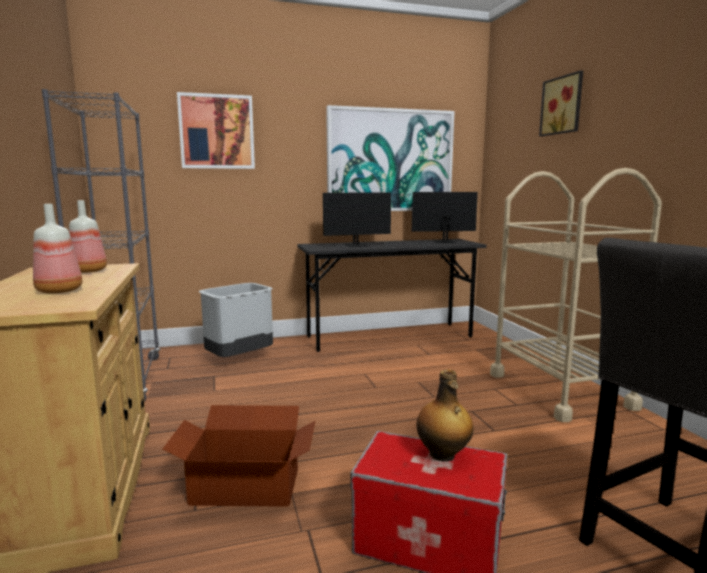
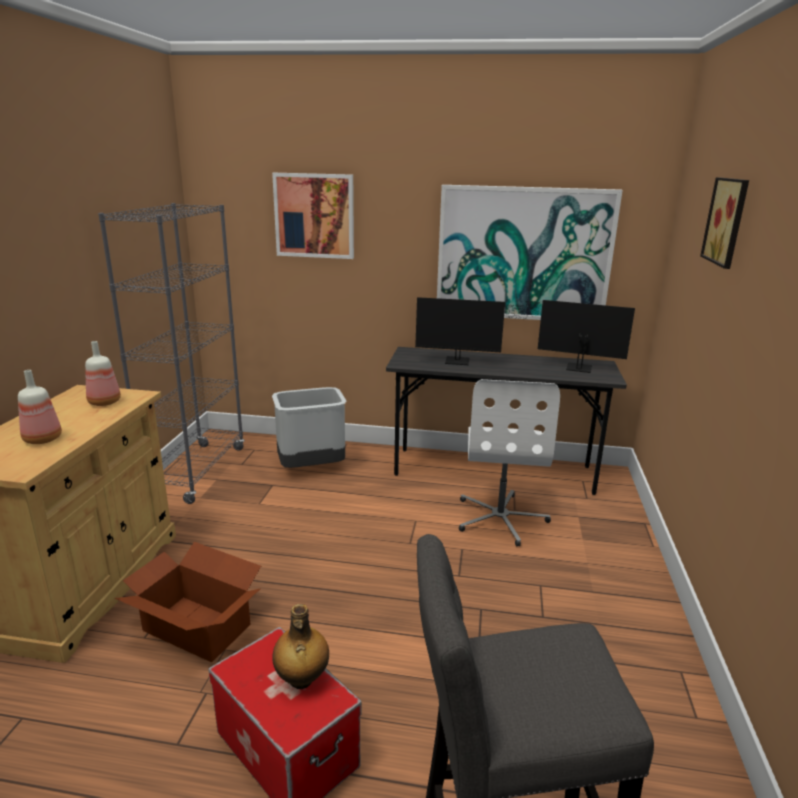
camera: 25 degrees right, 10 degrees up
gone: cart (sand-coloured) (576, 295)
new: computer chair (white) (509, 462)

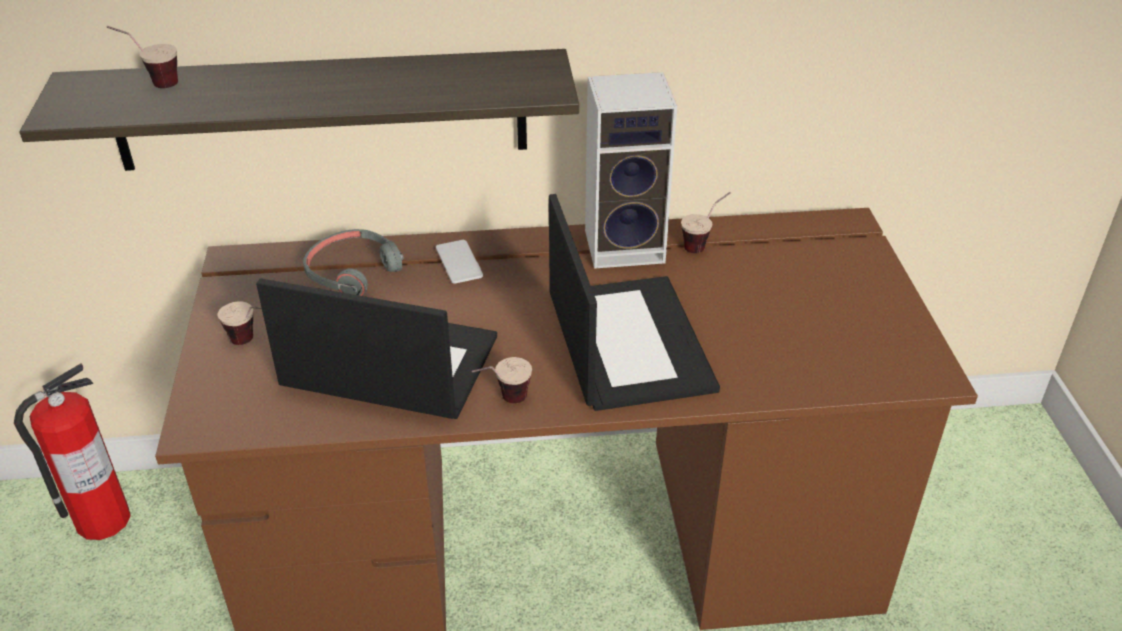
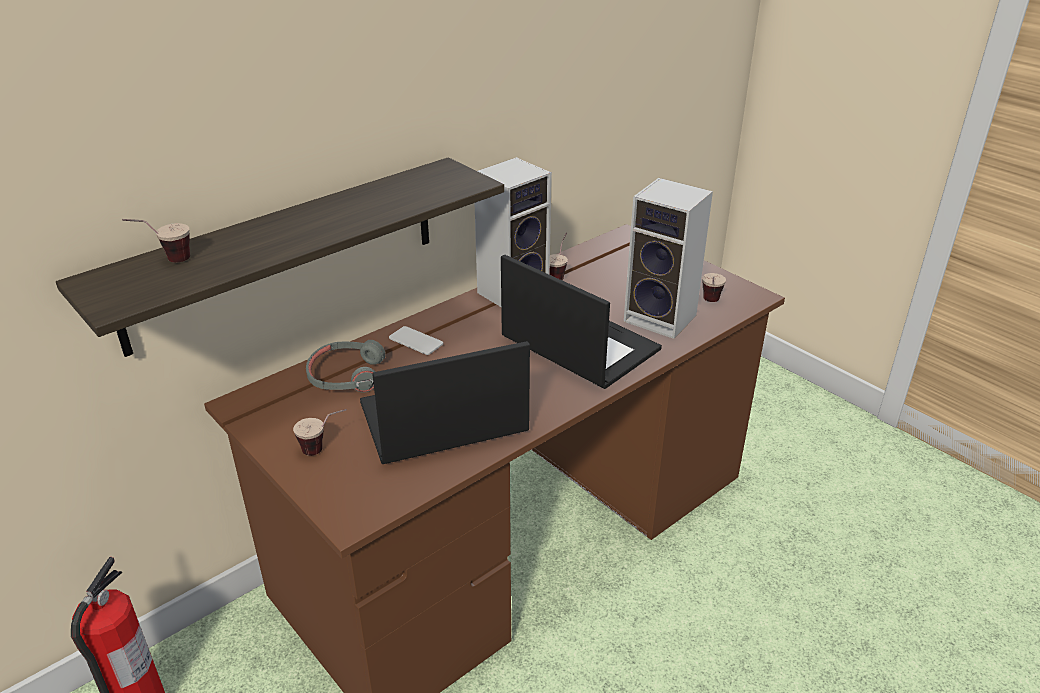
camera: 35 degrees left, 5 degrees down
new: loudspeaker (668, 258)
shifted: cup (502, 380) to (714, 287)

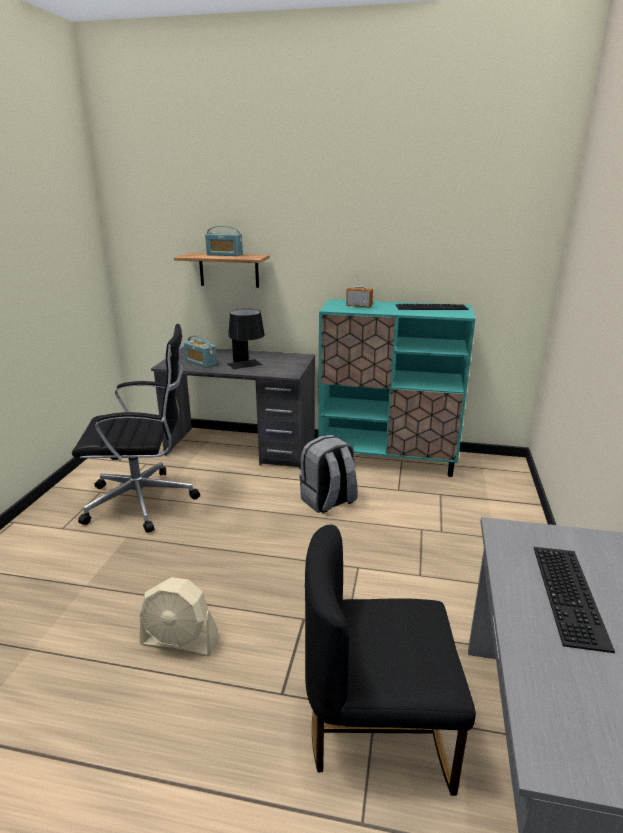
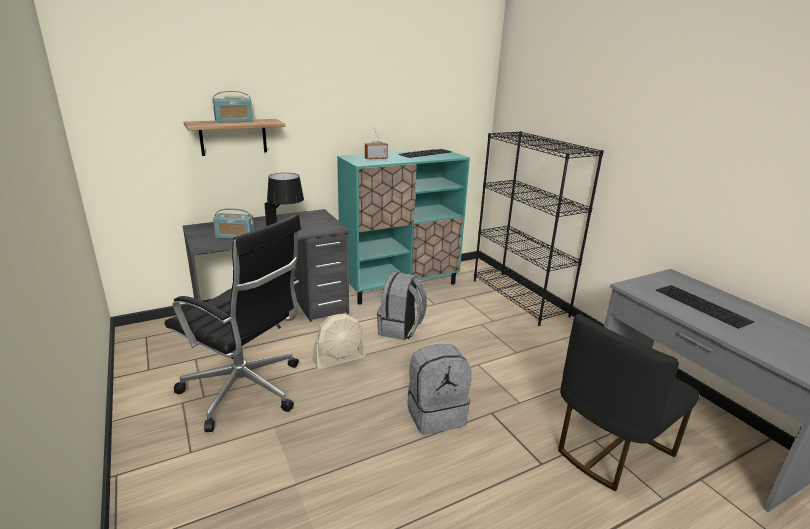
camera: 40 degrees left, 0 degrees up
new: knapsack (gray) (439, 389); shelving unit (black-coloured) (539, 228)
shifted: fan (sand-coloured) (179, 616) to (339, 341)
rotated: computer chair (black-coloured) (136, 428) = (233, 323) 75 degrees clockwise

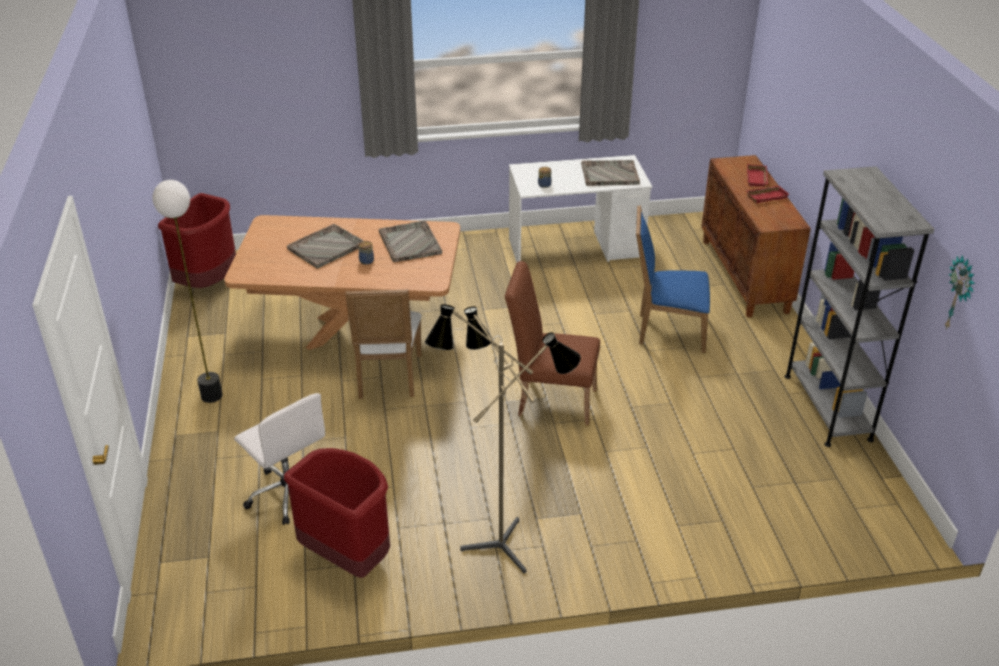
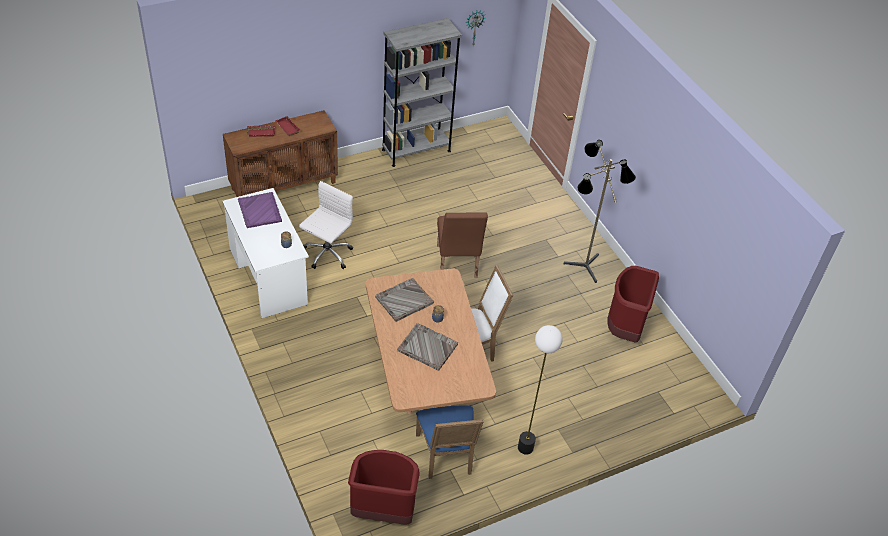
camera: 110 degrees left, 10 degrees up
shifted: computer chair (white) (279, 459) to (326, 225); upright chair (bluish) (673, 279) to (450, 442)
repainted: serving tray (gray) (610, 173) to serving tray (purple-coloured) (260, 210)

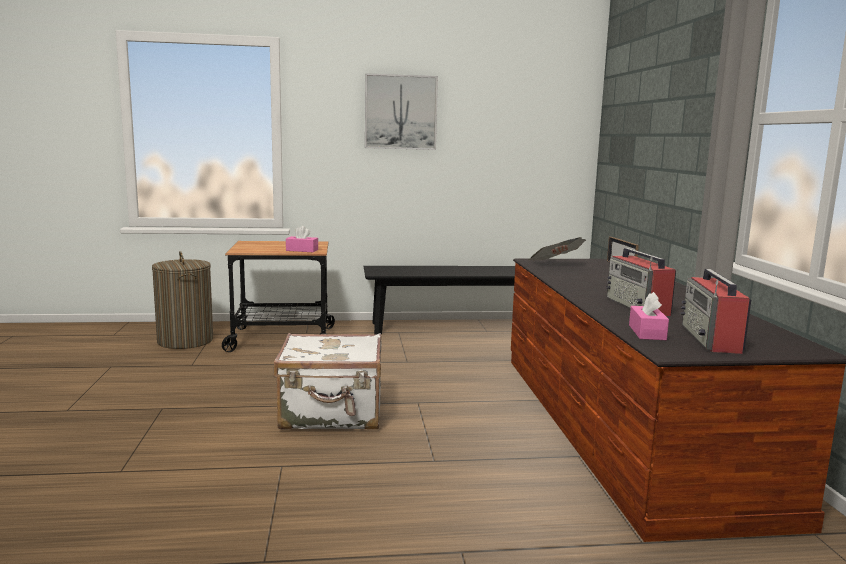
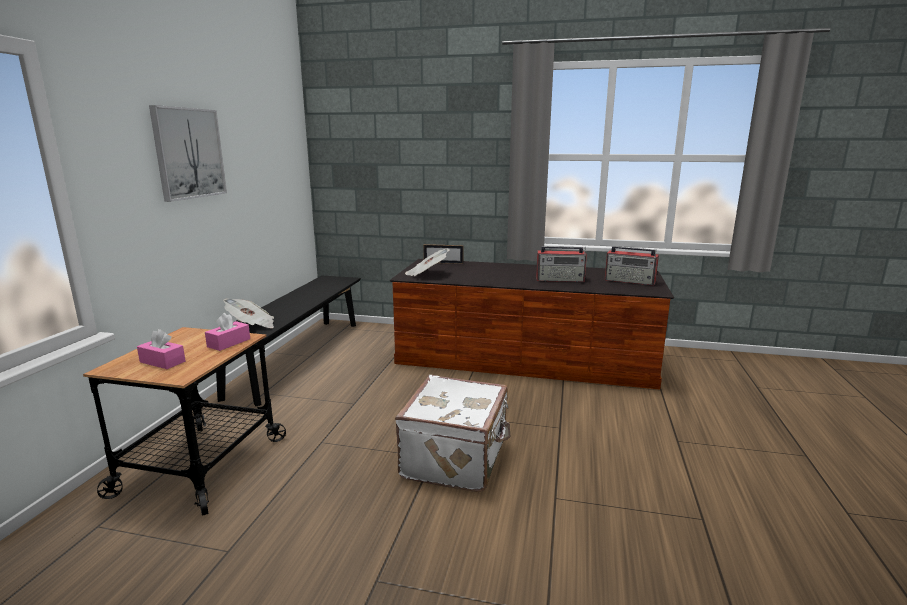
camera: 70 degrees left, 5 degrees up
gone: washing basket (182, 300)
new: printed paper (248, 313)
shifted: tissue holder (pink-coloured) (649, 316) to (161, 349)

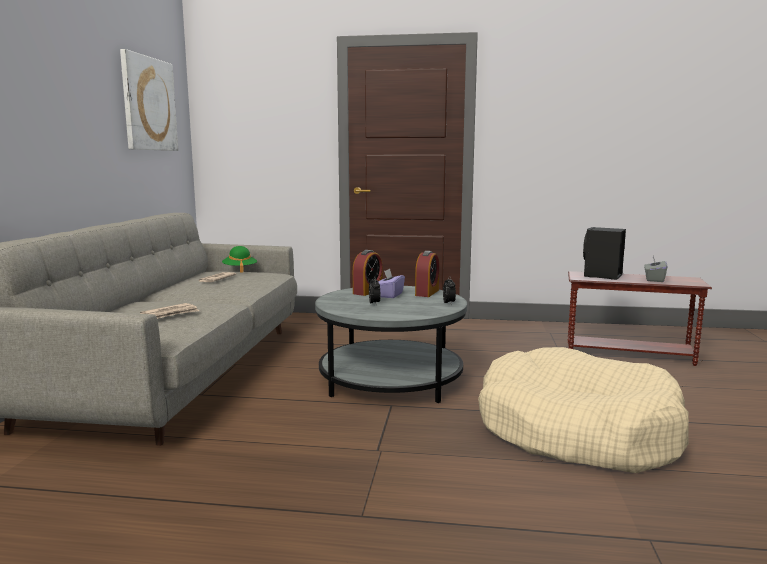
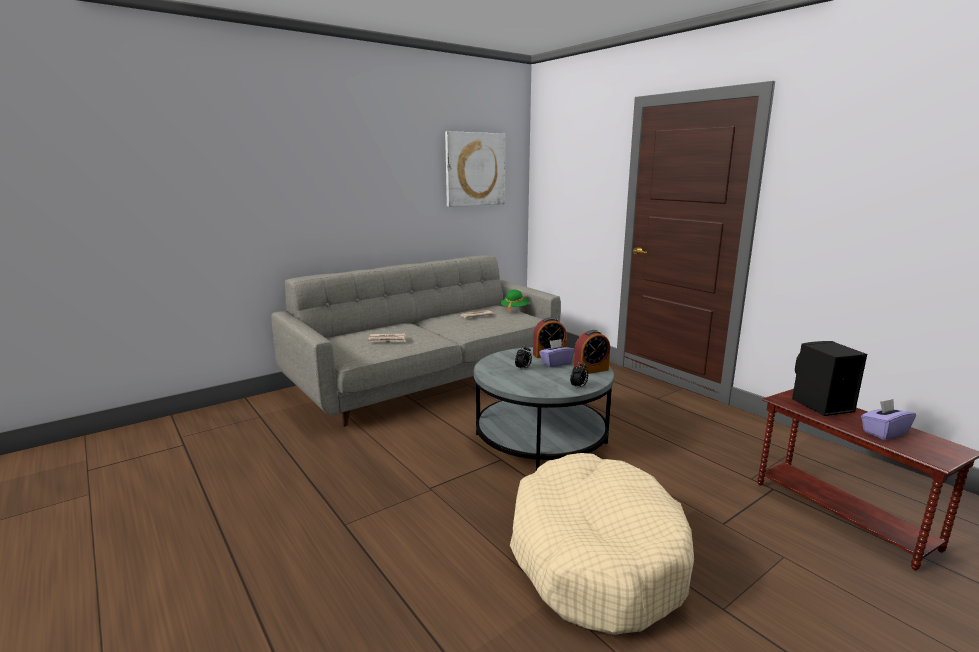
camera: 45 degrees right, 5 degrees up
repainted: tissue holder (gray) (656, 268) to tissue holder (purple-coloured) (888, 419)

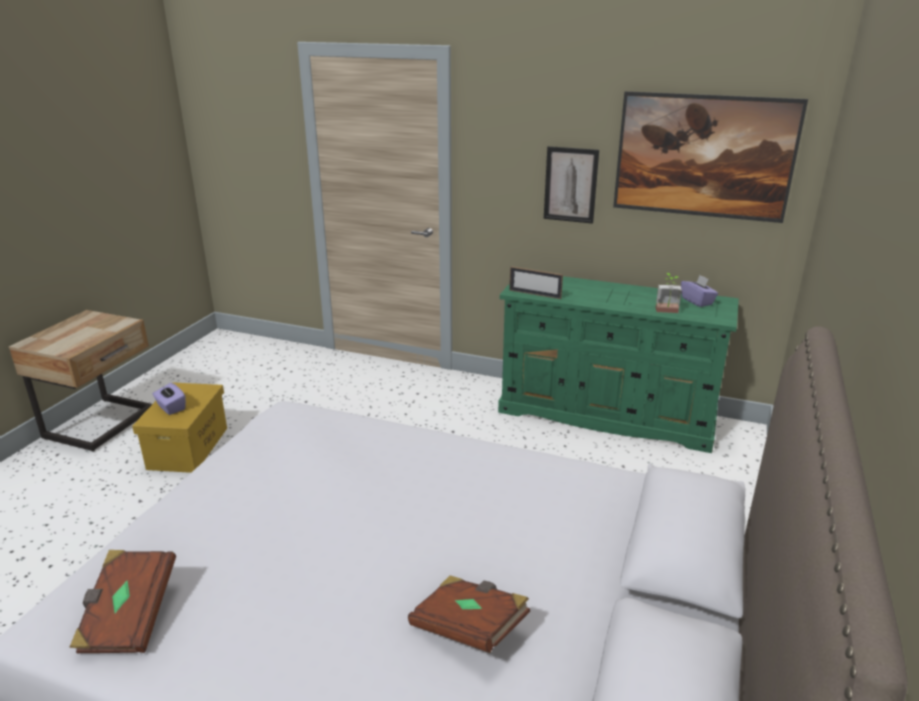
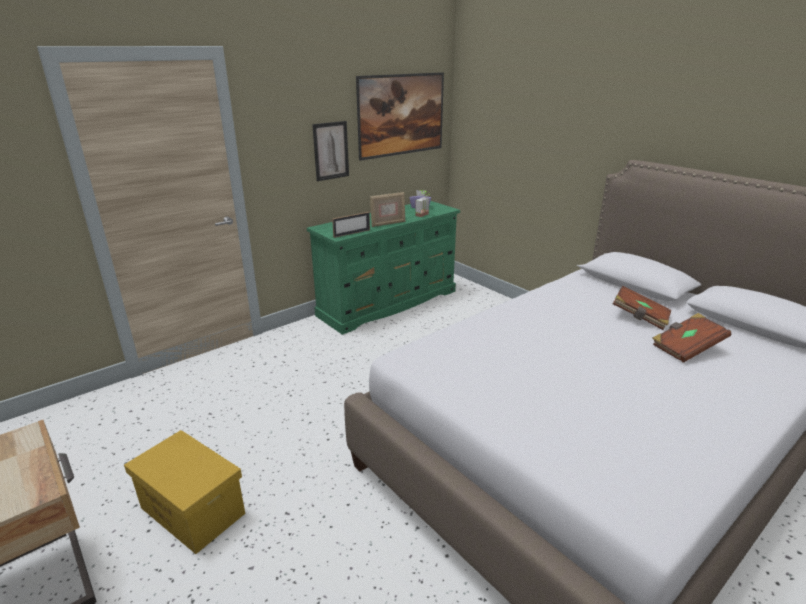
camera: 60 degrees left, 0 degrees up
gone: tissue holder (purple-coloured) (169, 399)
new: standing frame (387, 209)
shifted: book (brown) (122, 601) to (642, 308)

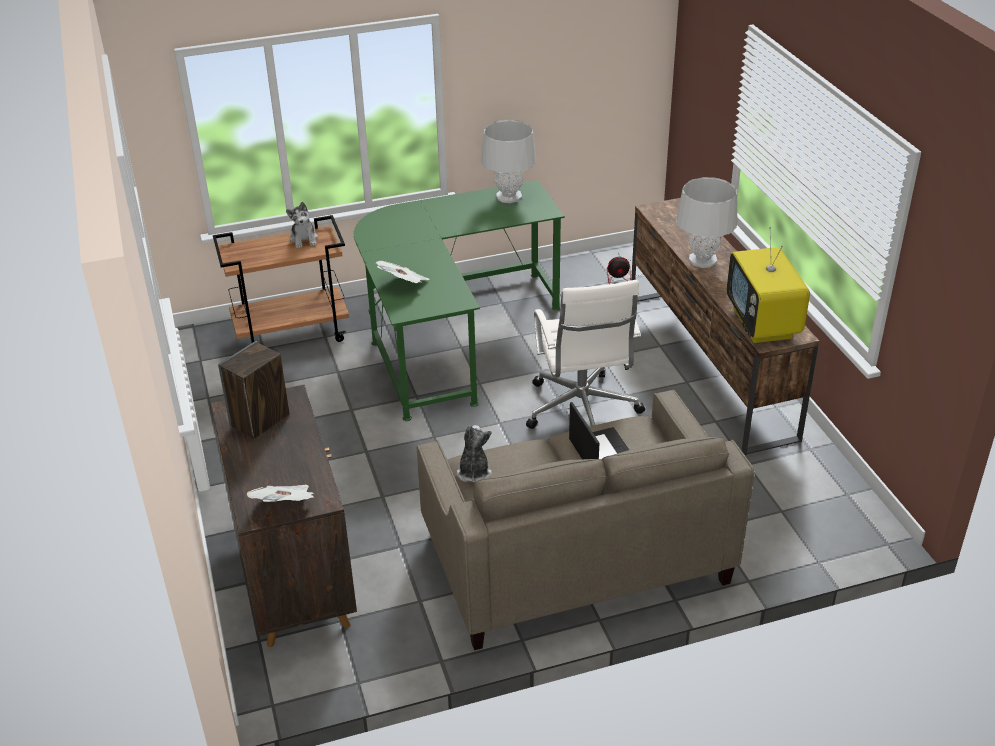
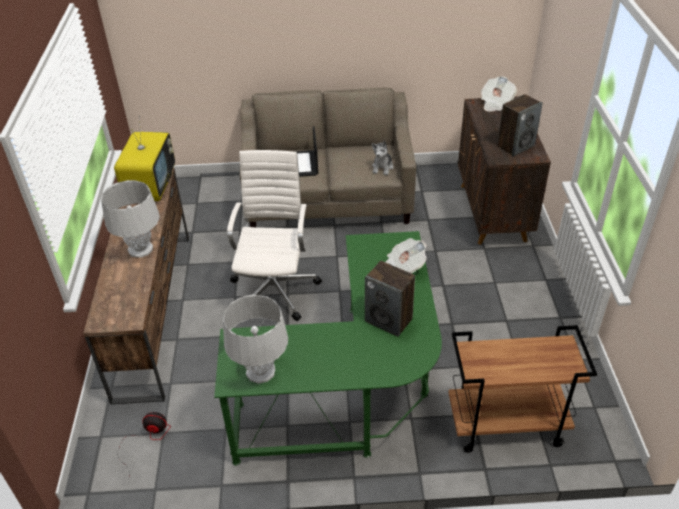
camera: 165 degrees left, 5 degrees up
gone: plush toy (302, 225)
new: loudspeaker (390, 299)

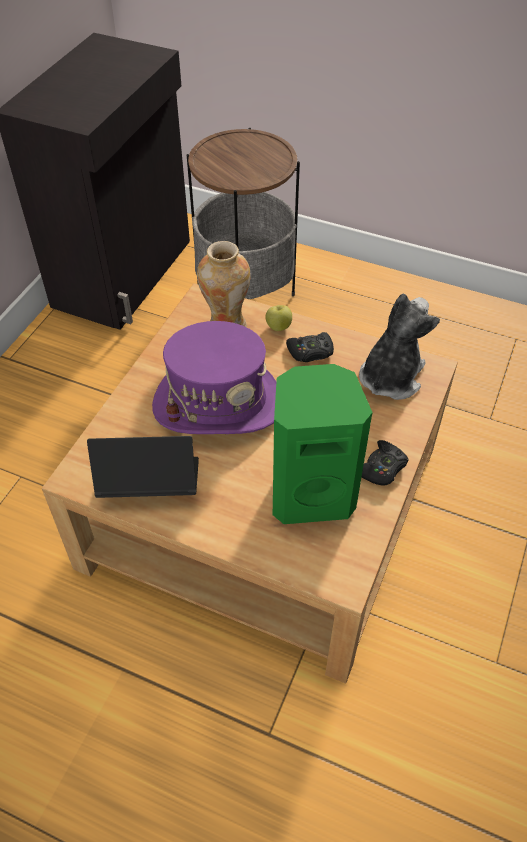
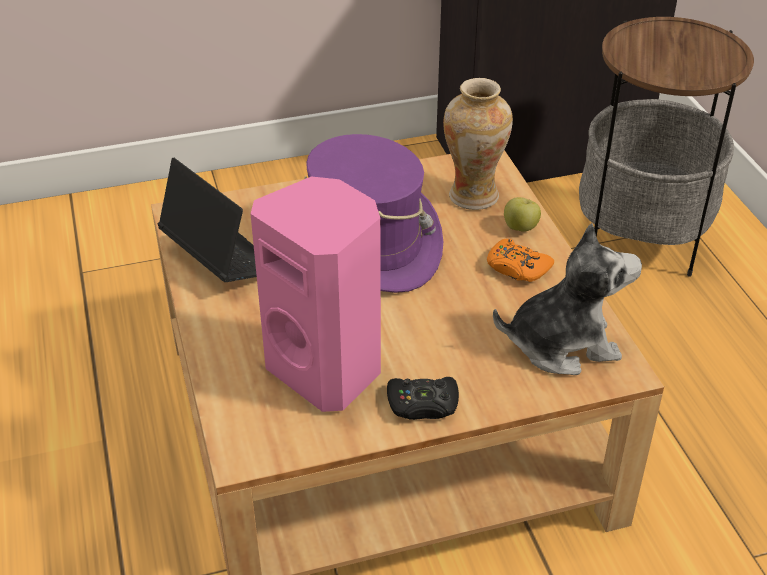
camera: 50 degrees right, 10 degrees down
repainted: loudspeaker (green) (322, 444) to loudspeaker (pink-coloured) (316, 294); game controller (black-coloured) (310, 347) to game controller (orange-coloured) (520, 260)

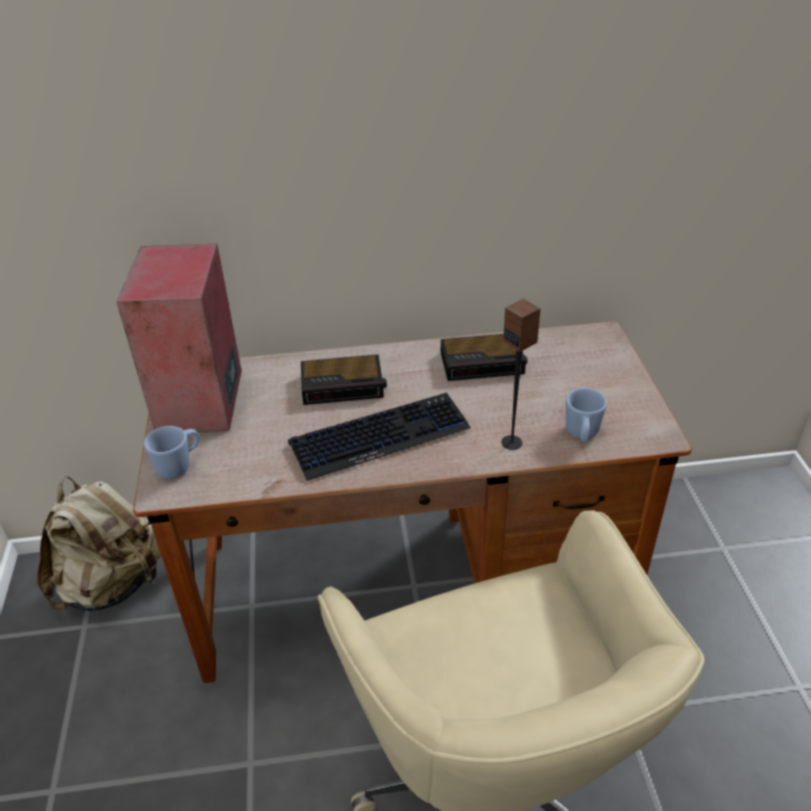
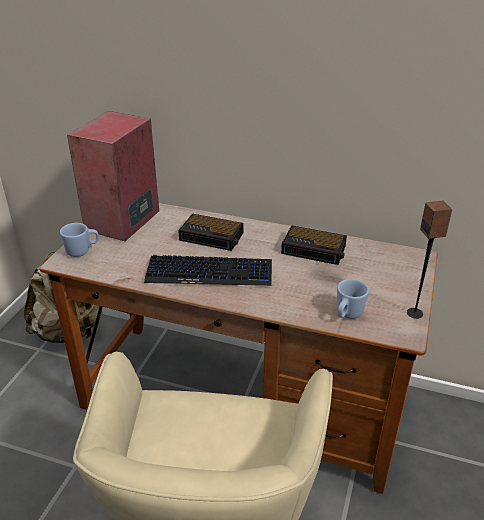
camera: 25 degrees right, 5 degrees down
shifted: loudspeaker (521, 374) to (430, 259)

